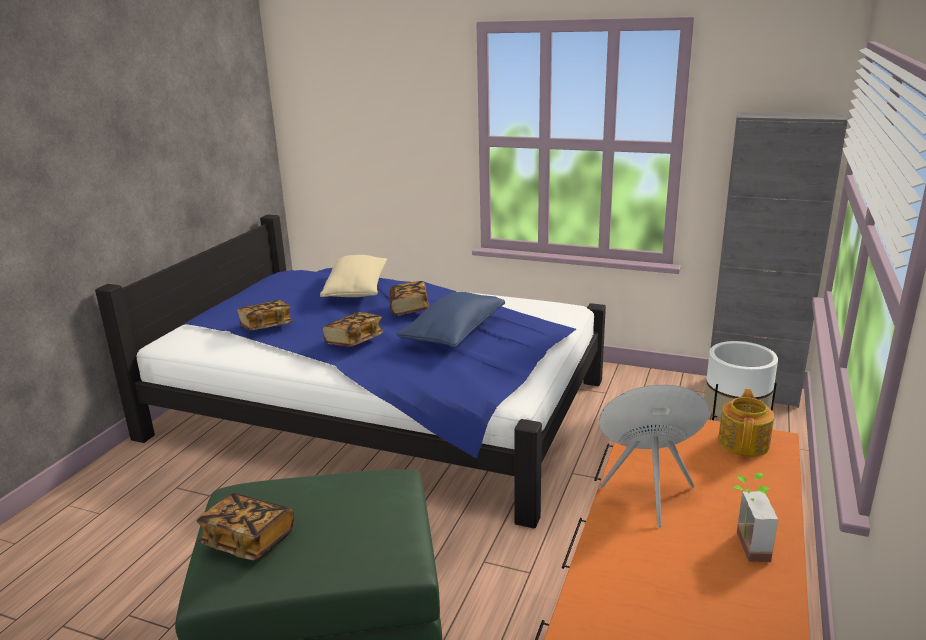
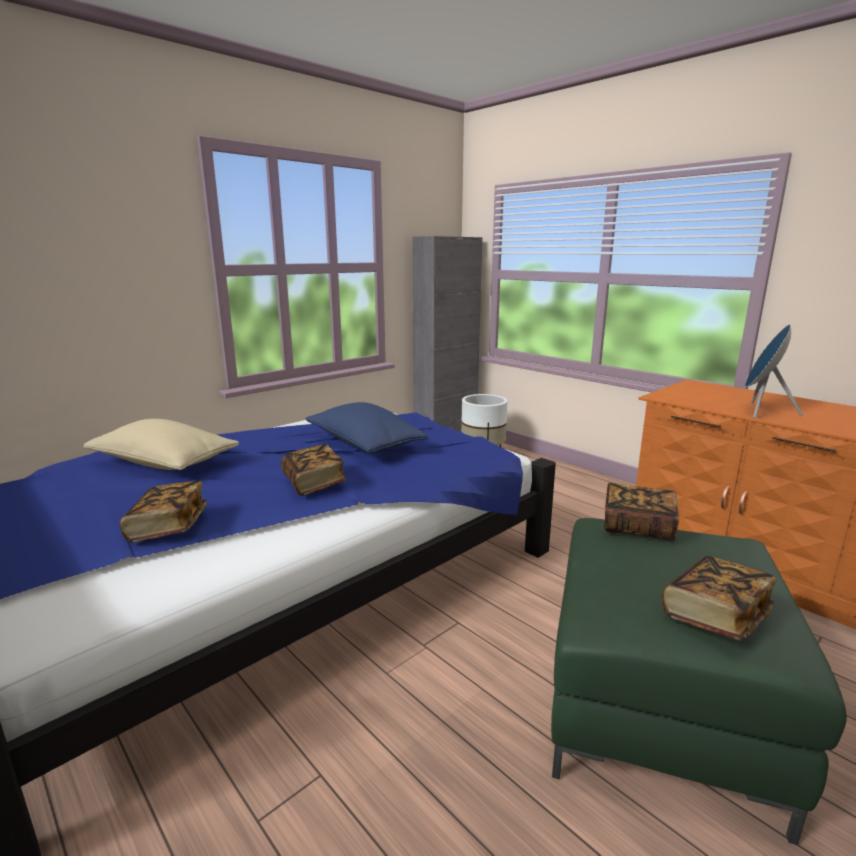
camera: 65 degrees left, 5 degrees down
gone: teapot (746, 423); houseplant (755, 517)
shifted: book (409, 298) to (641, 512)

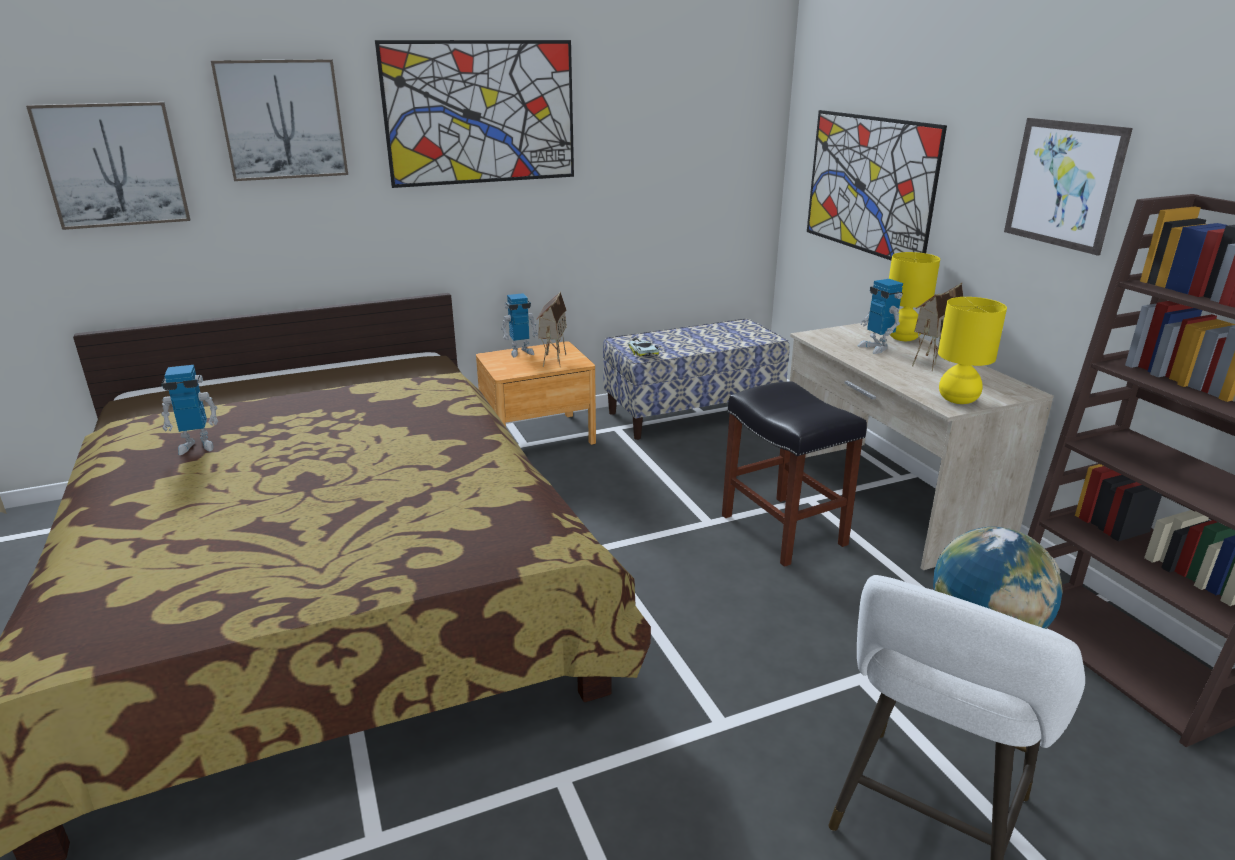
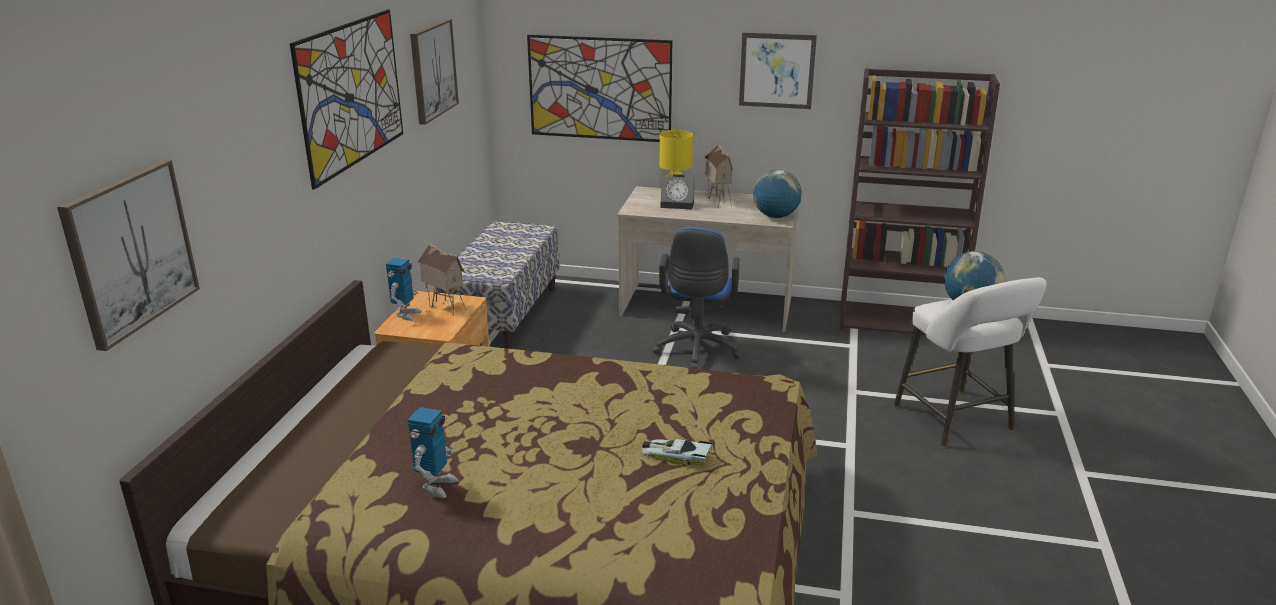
camera: 55 degrees left, 0 degrees up
shifted: wall picture (279, 120) to (434, 72); miniature car (645, 347) to (677, 451)
swapped: stool seat (black-coloured) (794, 474) to computer chair (bluish) (697, 298); robot figure (880, 316) to table clock (677, 191); tabletop lamp (yellowish) (972, 350) to globe (777, 194)

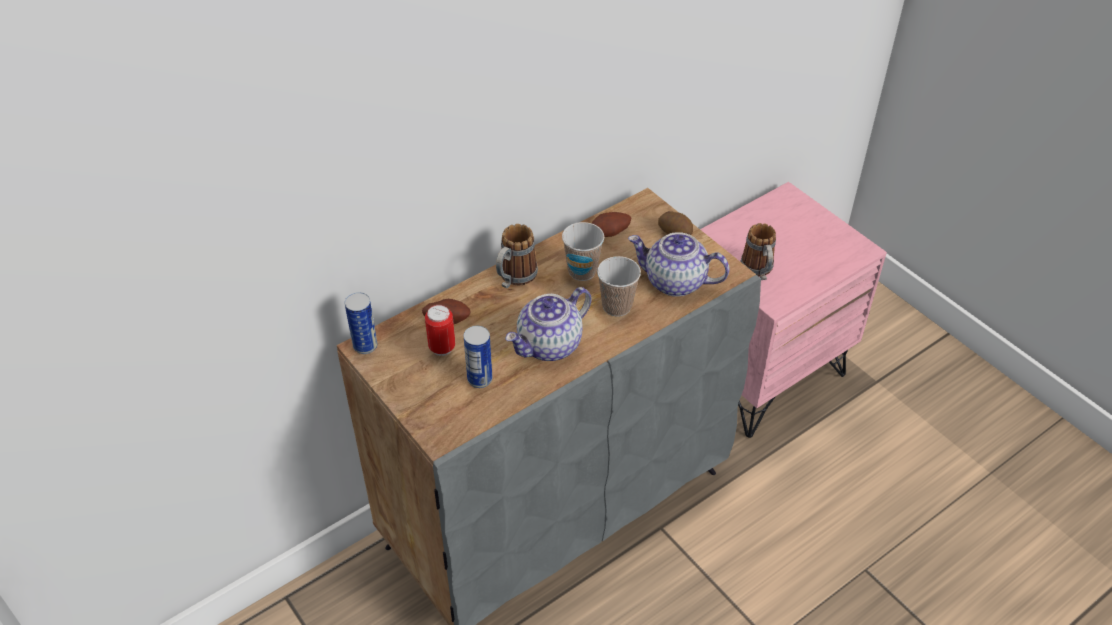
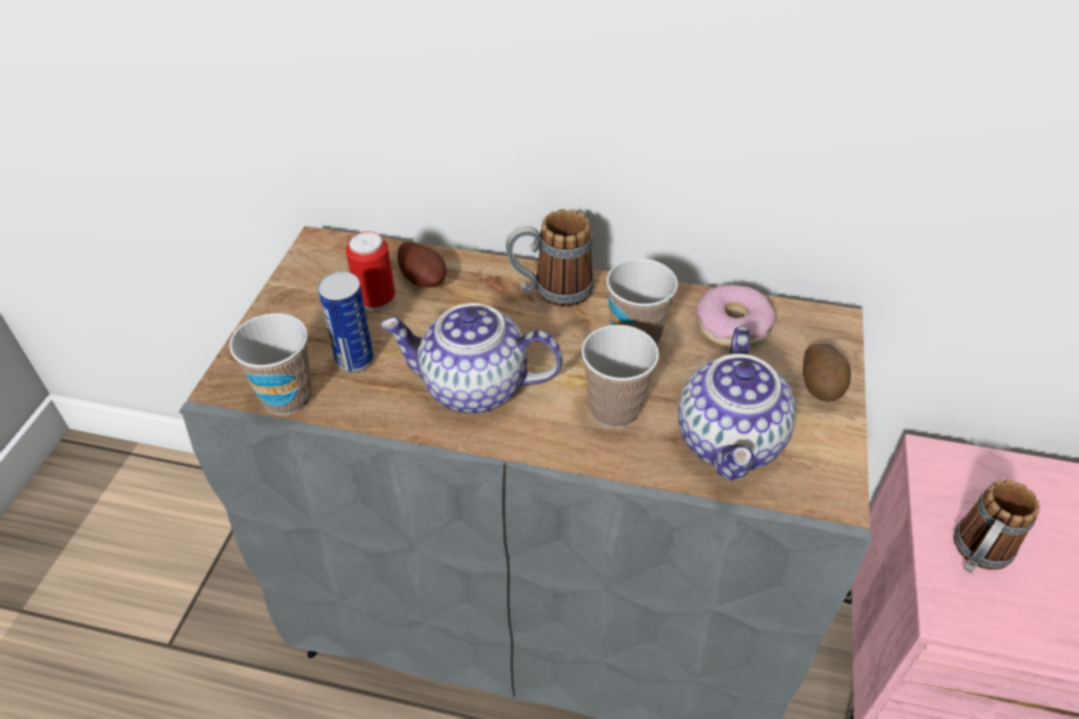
camera: 50 degrees right, 0 degrees up
gone: can (361, 323)
new: cup (270, 364)
swapped: potato (611, 224) to ring doughnut (736, 316)
rotated: teapot (678, 264) = (737, 403) 150 degrees counterclockwise

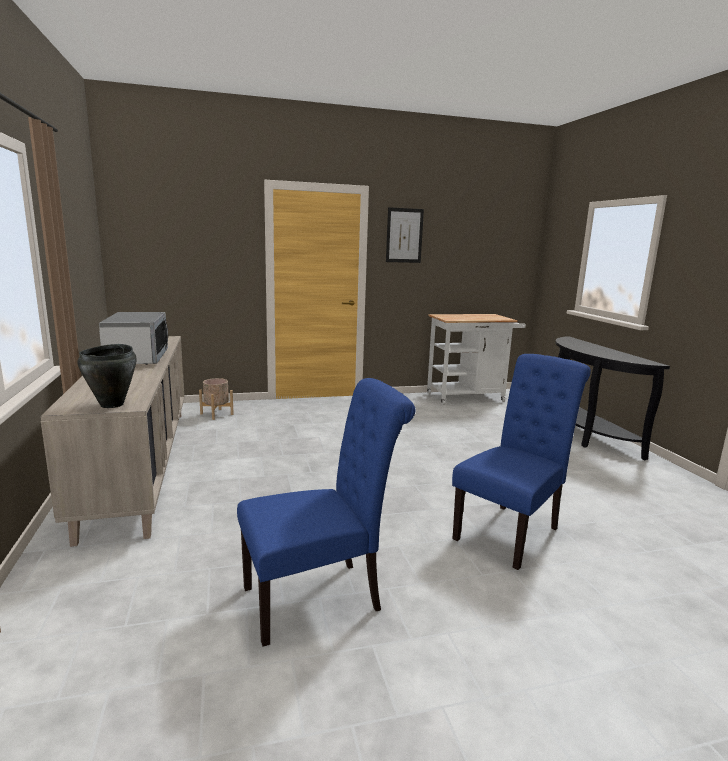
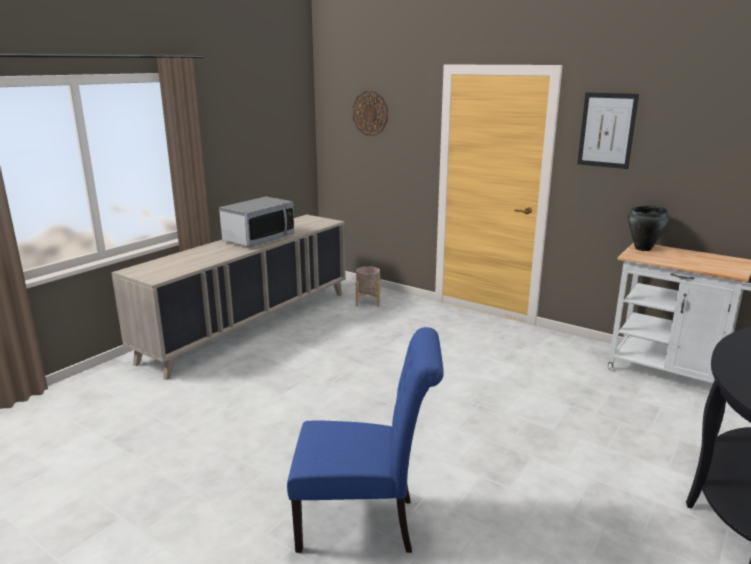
camera: 50 degrees right, 5 degrees up
gone: upright chair (bluish) (326, 512)
new: clock on the wall (370, 113)
shifted: stockpot (black-coloured) (107, 376) to (648, 228)

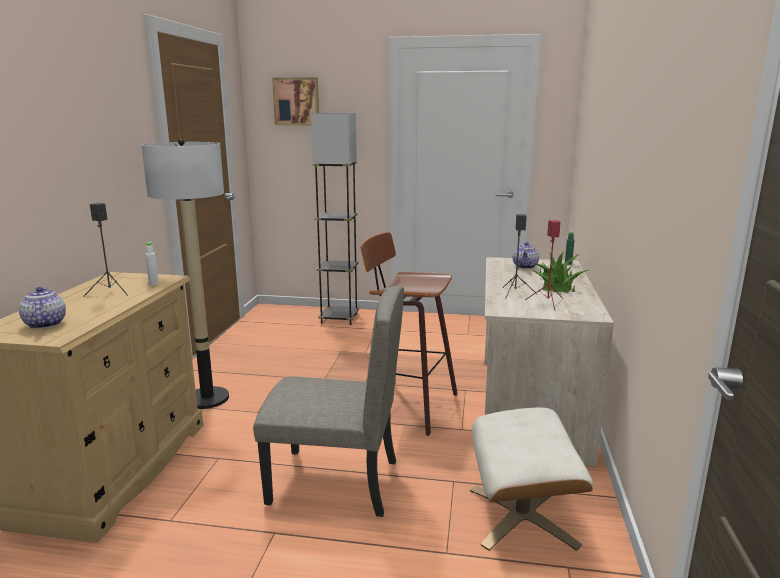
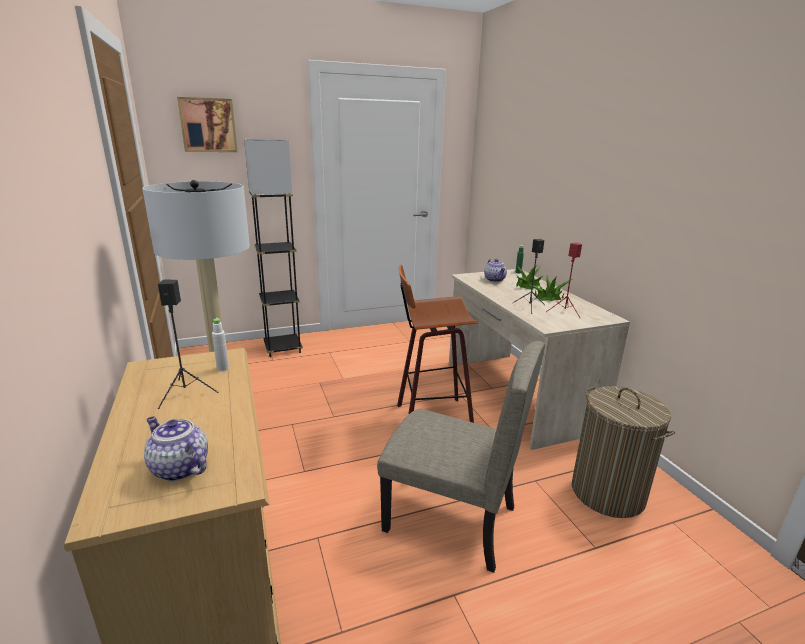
camera: 30 degrees left, 5 degrees up
swapped: ottoman (sand-coloured) (531, 479) to washing basket (623, 452)
rotated: upright chair (sand-coloured) (328, 401) = (461, 457) 45 degrees clockwise

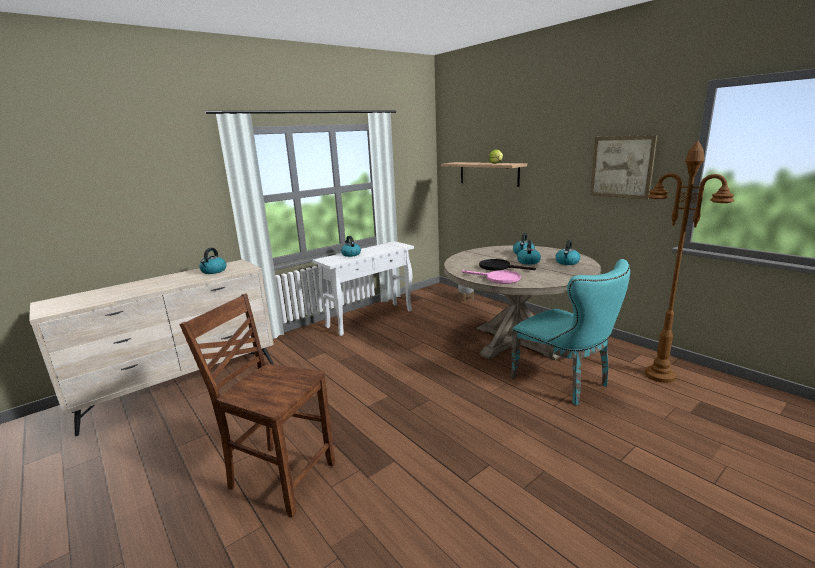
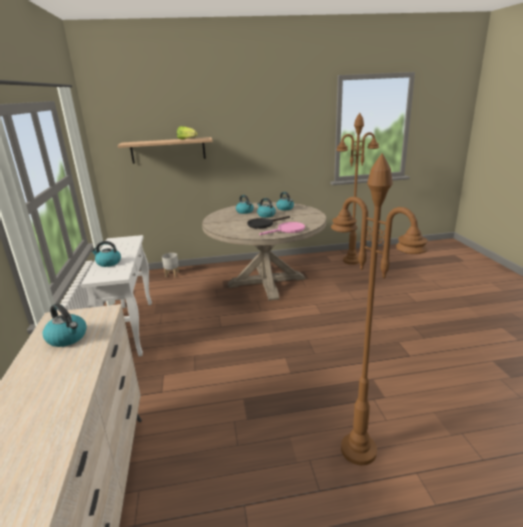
camera: 60 degrees left, 5 degrees up
gone: upright chair (blue-green) (570, 332); wall picture (623, 167)
swapped: upright chair (brown) (257, 406) to standing lamp (brown) (379, 309)

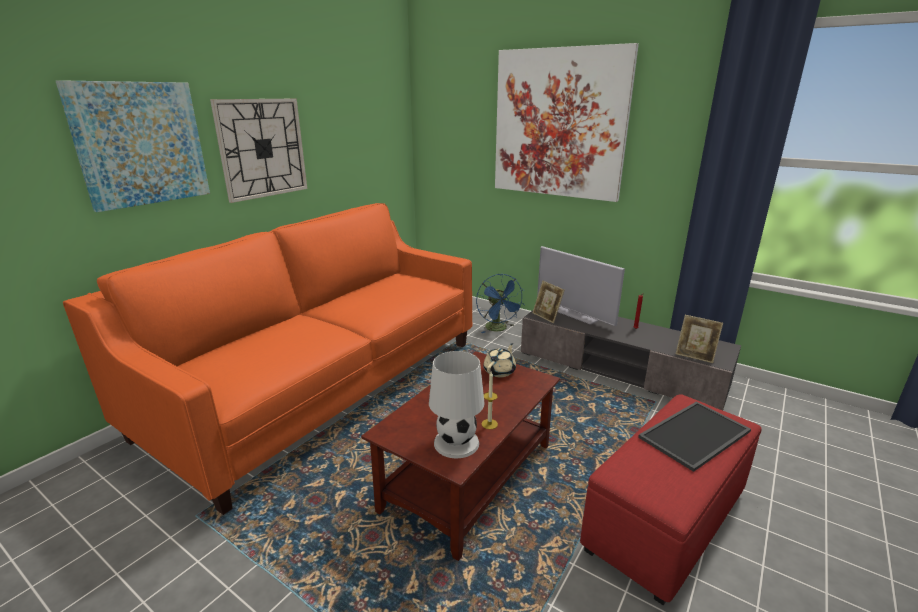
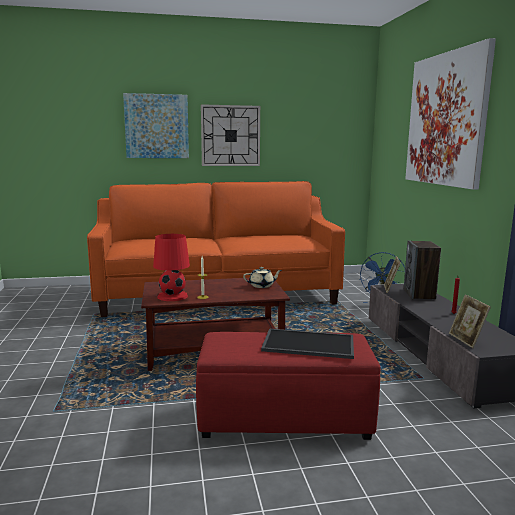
camera: 45 degrees right, 10 degrees down
swapped: television (581, 286) to loudspeaker (422, 270)
repainted: tabletop lamp (white) (457, 404) to tabletop lamp (red-coloured) (171, 267)

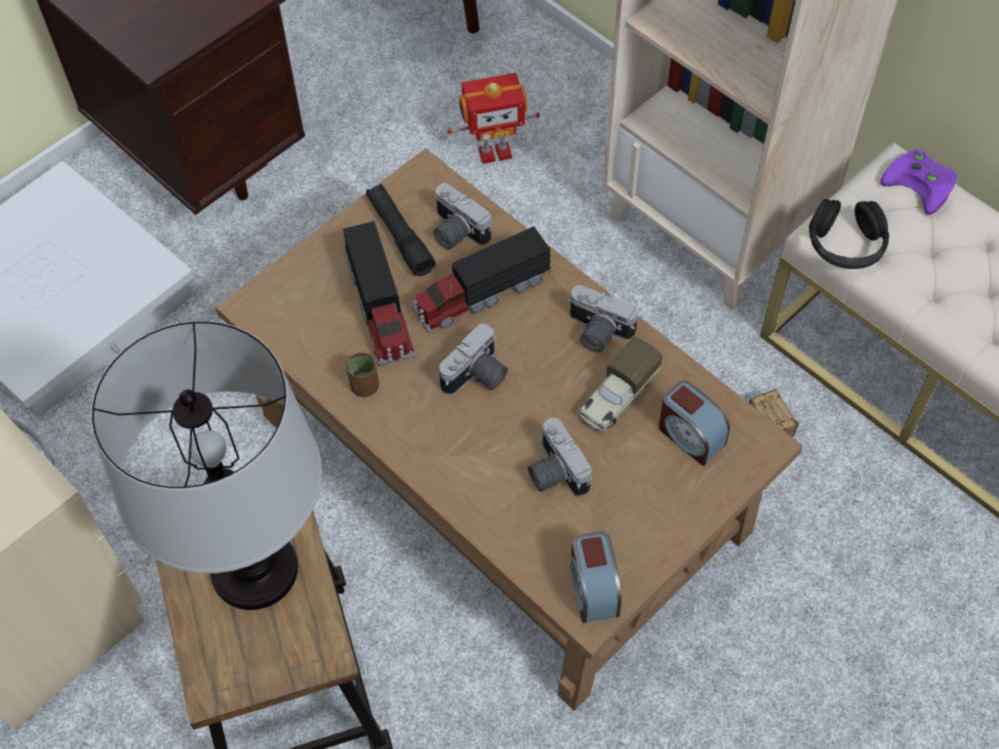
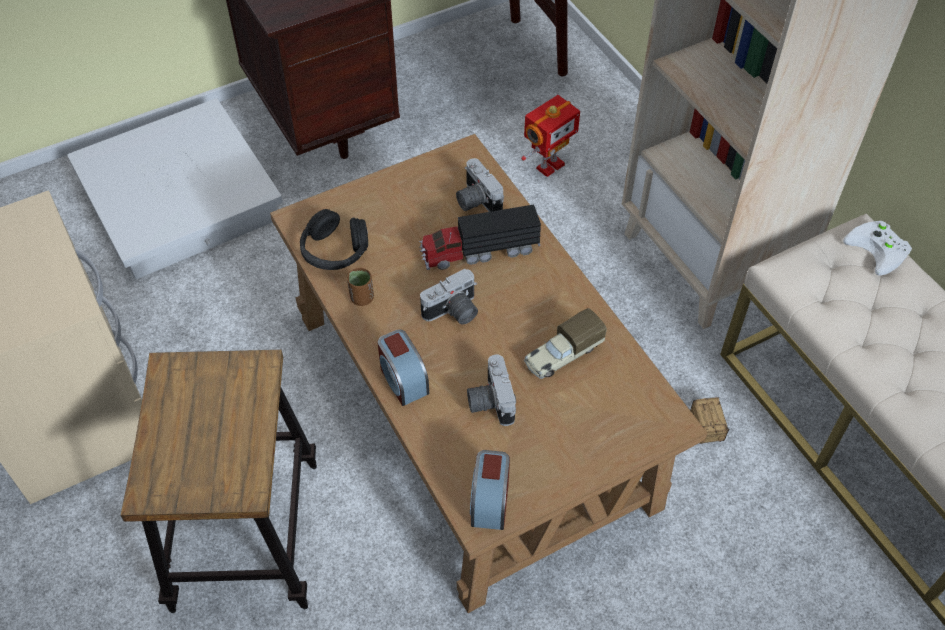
camera: 15 degrees right, 5 degrees down
gone: tabletop lamp (206, 465); model truck (379, 293); hand torch (black-coloured) (401, 230); still camera (603, 319)
shifted: table clock (694, 423) to (403, 367); pair of headphones (black-coloured) (849, 234) to (334, 239)
repainted: game controller (purple-coloured) (919, 182) to game controller (white) (877, 248)
rotated: robot figure (493, 118) = (550, 136) 45 degrees counterclockwise

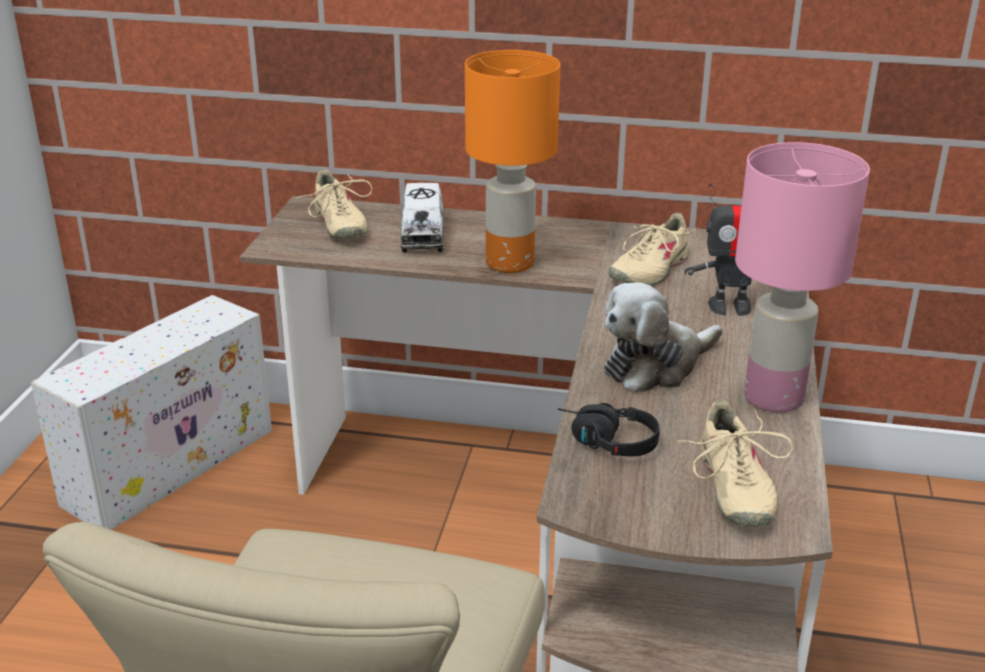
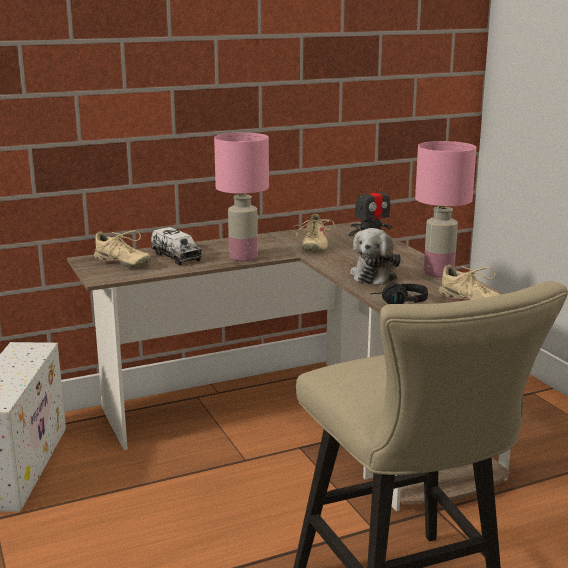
camera: 35 degrees left, 10 degrees down
repainted: tabletop lamp (orange-coloured) (512, 161) to tabletop lamp (pink-coloured) (241, 196)

